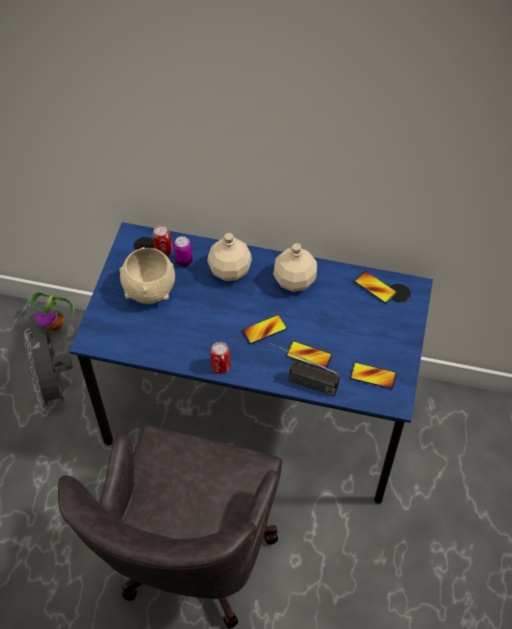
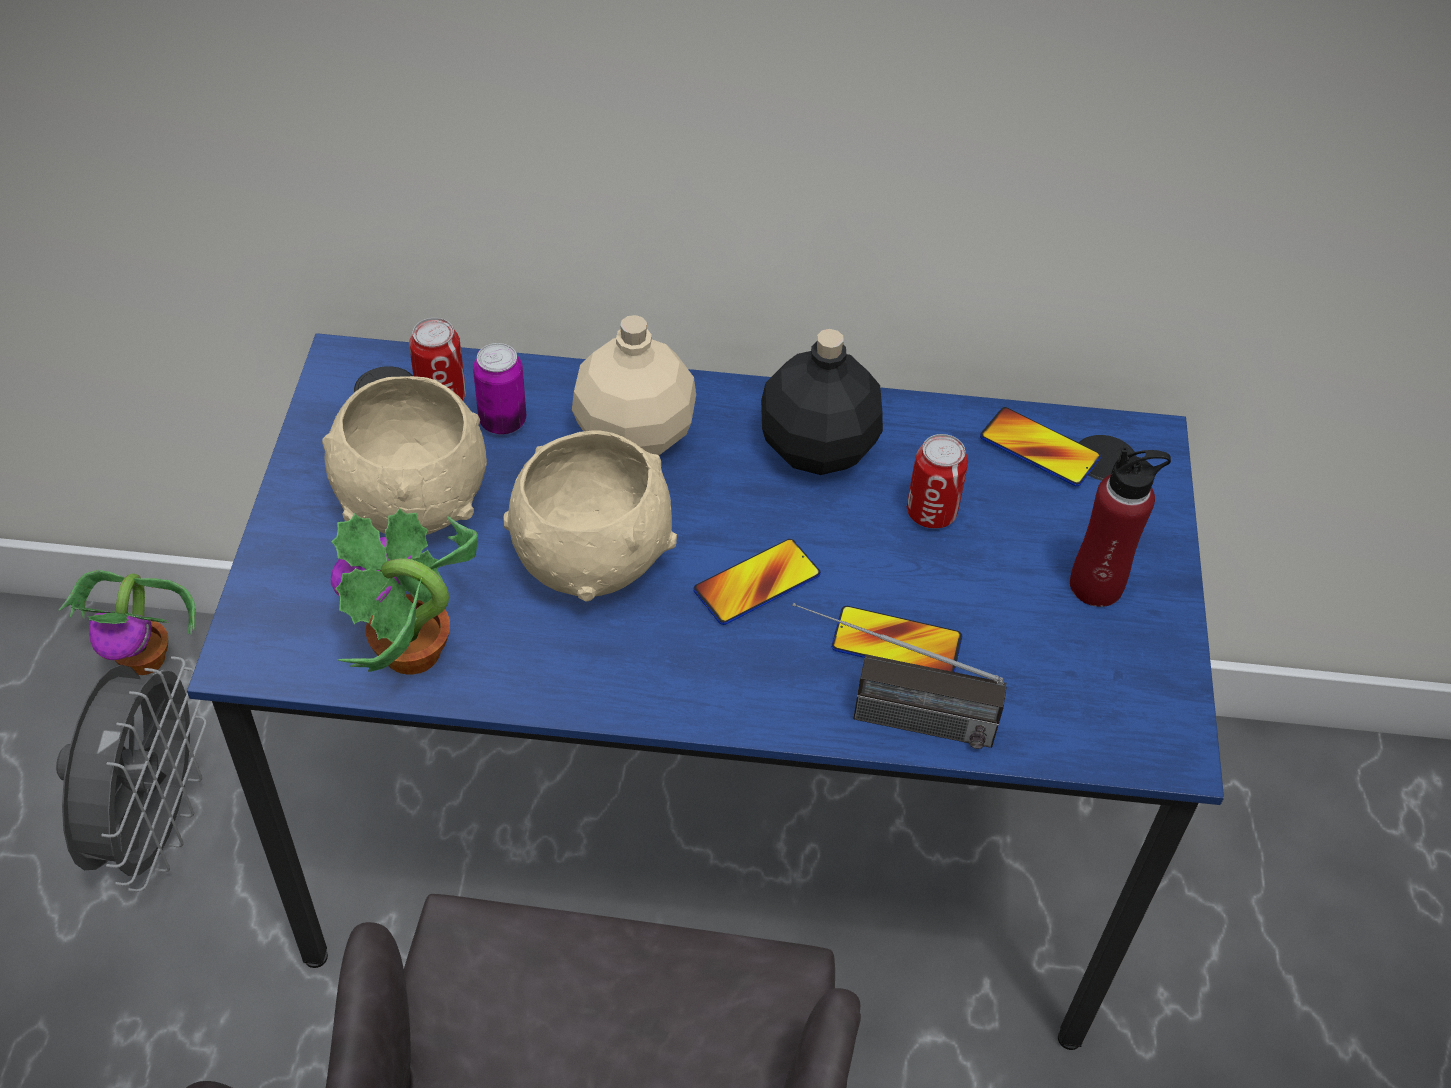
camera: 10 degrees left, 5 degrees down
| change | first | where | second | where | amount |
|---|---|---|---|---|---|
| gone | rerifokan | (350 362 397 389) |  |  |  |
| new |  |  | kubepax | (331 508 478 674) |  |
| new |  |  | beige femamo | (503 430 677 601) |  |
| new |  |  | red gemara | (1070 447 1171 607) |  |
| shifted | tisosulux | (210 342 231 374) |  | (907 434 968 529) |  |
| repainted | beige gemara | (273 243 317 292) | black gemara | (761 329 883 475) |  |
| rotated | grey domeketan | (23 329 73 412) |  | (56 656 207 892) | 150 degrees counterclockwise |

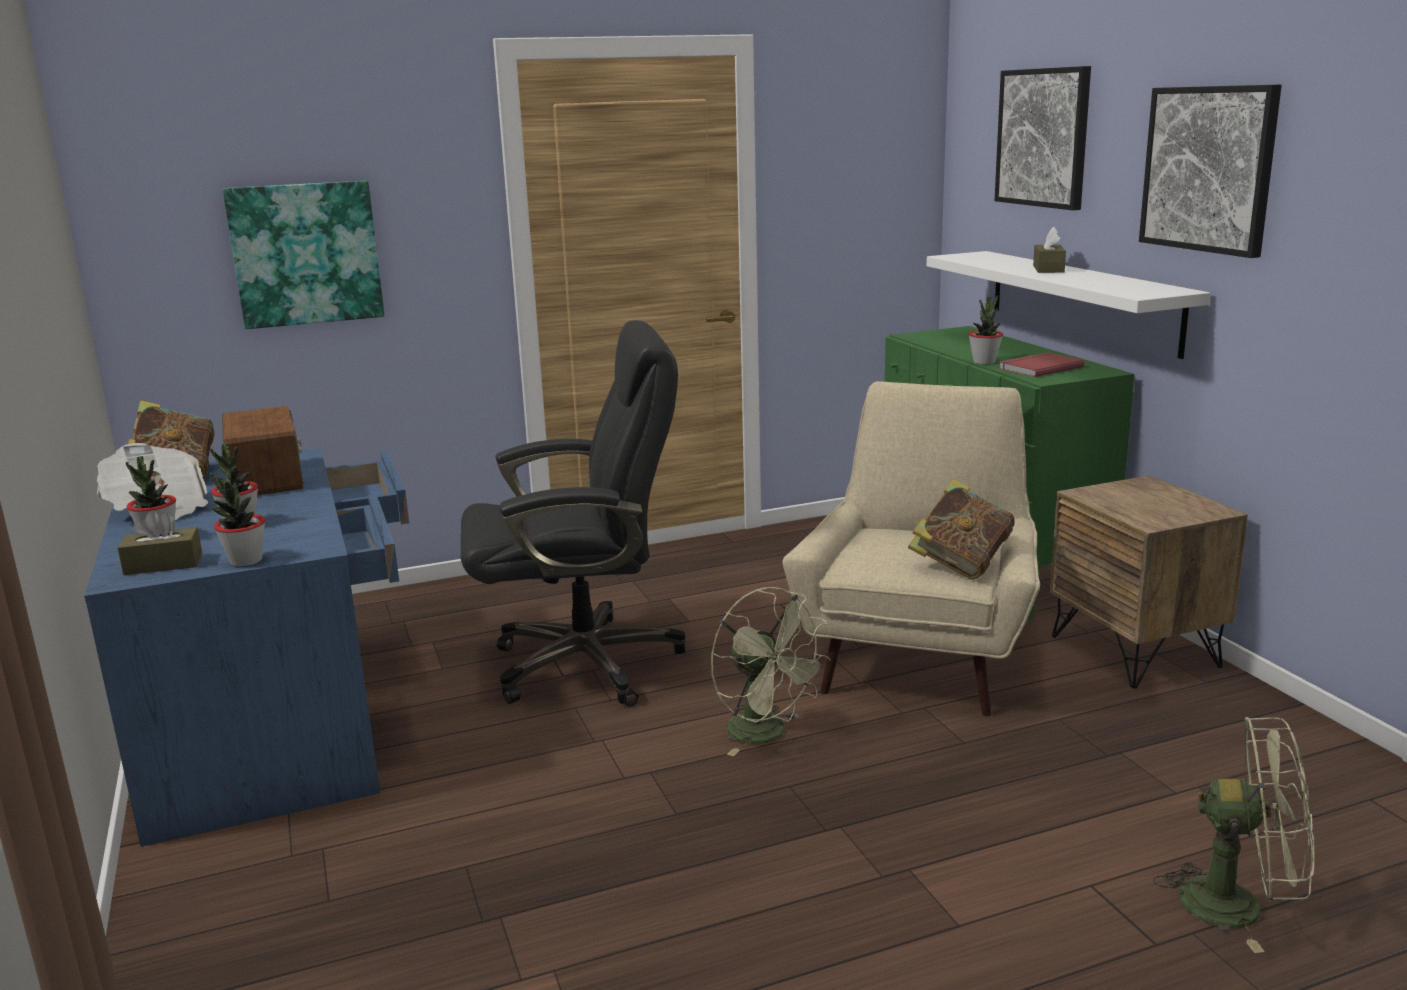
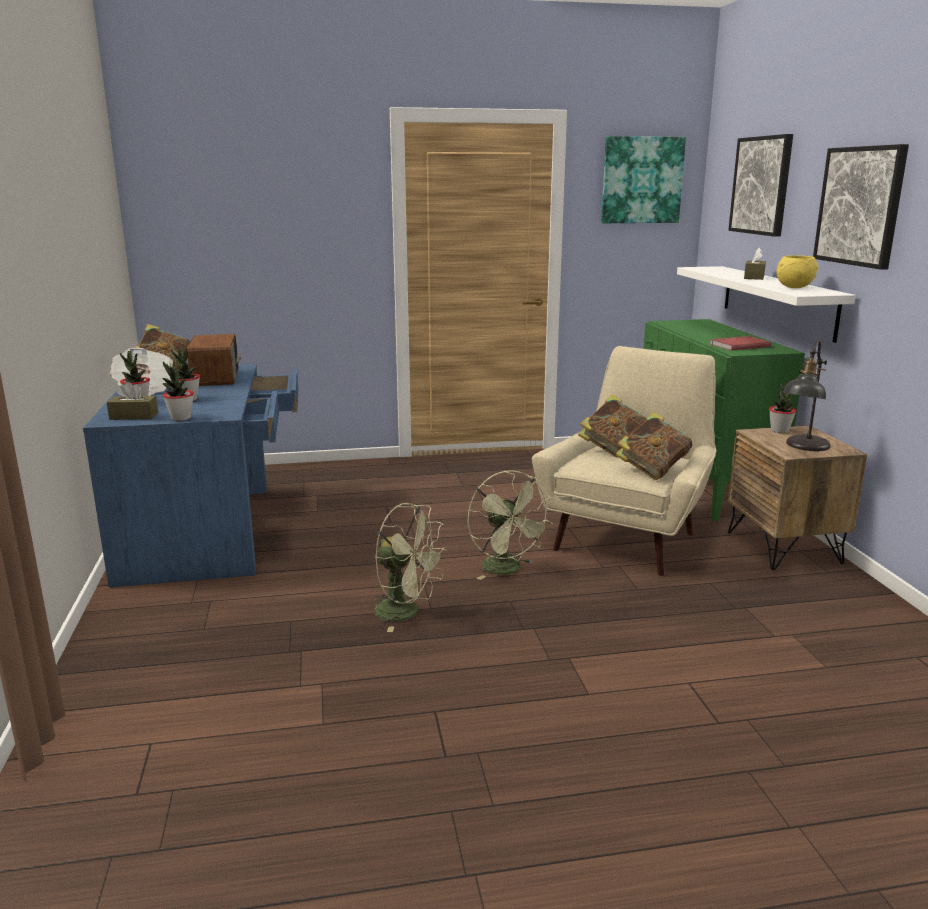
camera: 10 degrees right, 0 degrees up
| change | first | where | second | where | amount |
|---|---|---|---|---|---|
| gone | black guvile | (461 320 685 707) |  |  |  |
| new |  |  | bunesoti | (578 394 646 457) |  |
| new |  |  | yellow femamo | (776 255 819 288) |  |
| new |  |  | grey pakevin | (782 340 830 451) |  |
| shifted | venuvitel | (223 181 385 329) |  | (601 136 686 223) |  |
| shifted | kubepax | (969 295 1003 364) |  | (769 382 797 433) |  |
| shifted | green domeketan | (1153 717 1314 953) |  | (373 503 447 632) |  |

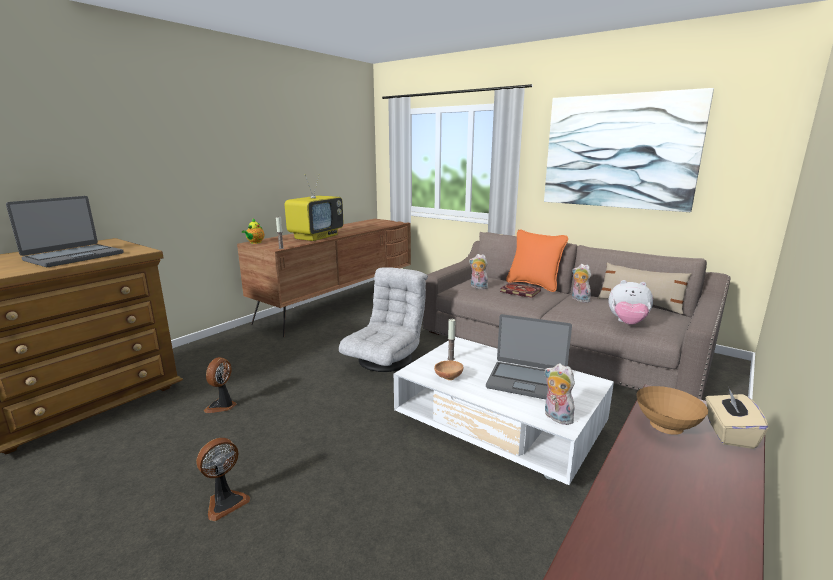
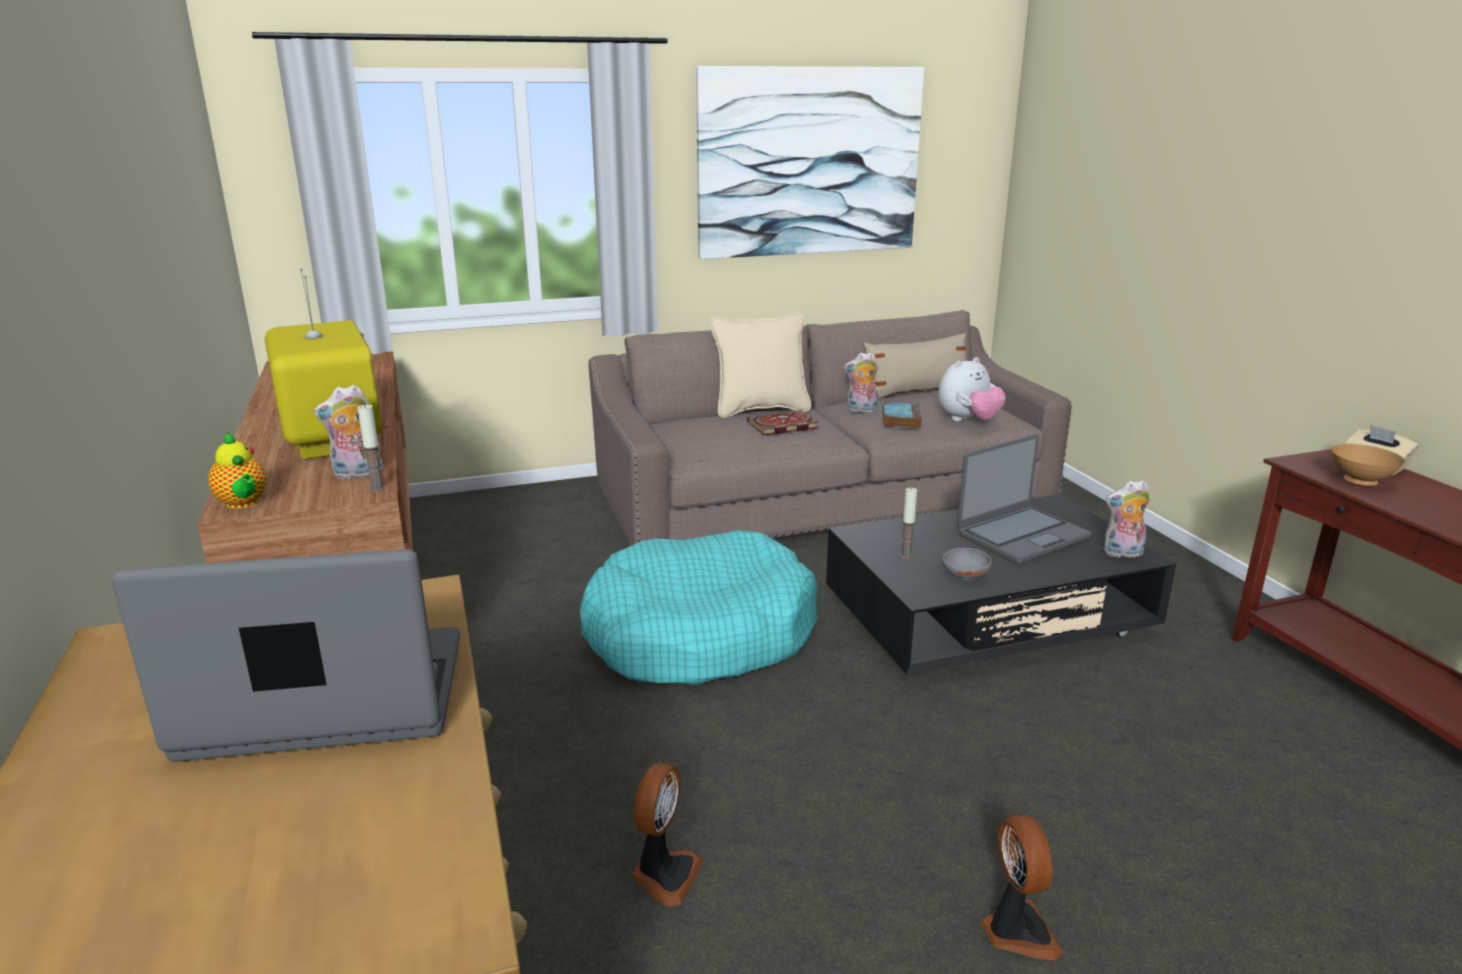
camera: 55 degrees left, 5 degrees up
| change | first | where | second | where | amount |
|---|---|---|---|---|---|
| new |  |  | bunesoti | (882 402 922 428) |  |
| shifted | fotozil | (469 254 488 289) |  | (313 384 383 479) |  |
| swapped | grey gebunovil | (339 267 428 372) | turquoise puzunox | (580 530 817 685) |  |
| repainted | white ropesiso | (394 337 614 485) | black ropesiso | (826 494 1176 674) |  |
| repainted | brown femamo | (434 360 463 380) | grey femamo | (943 548 991 580) |  |
| repainted | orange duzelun | (506 229 568 292) | beige duzelun | (710 313 811 418) |  |
| rotated | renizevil | (6 196 124 267) |  | (111 549 460 762) | 75 degrees counterclockwise |
| rotated | domeketan | (204 357 237 413) |  | (631 762 703 906) | 120 degrees counterclockwise |

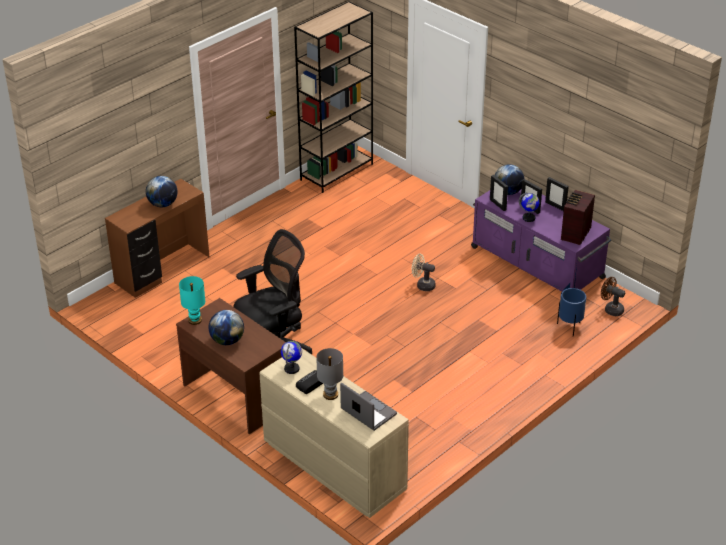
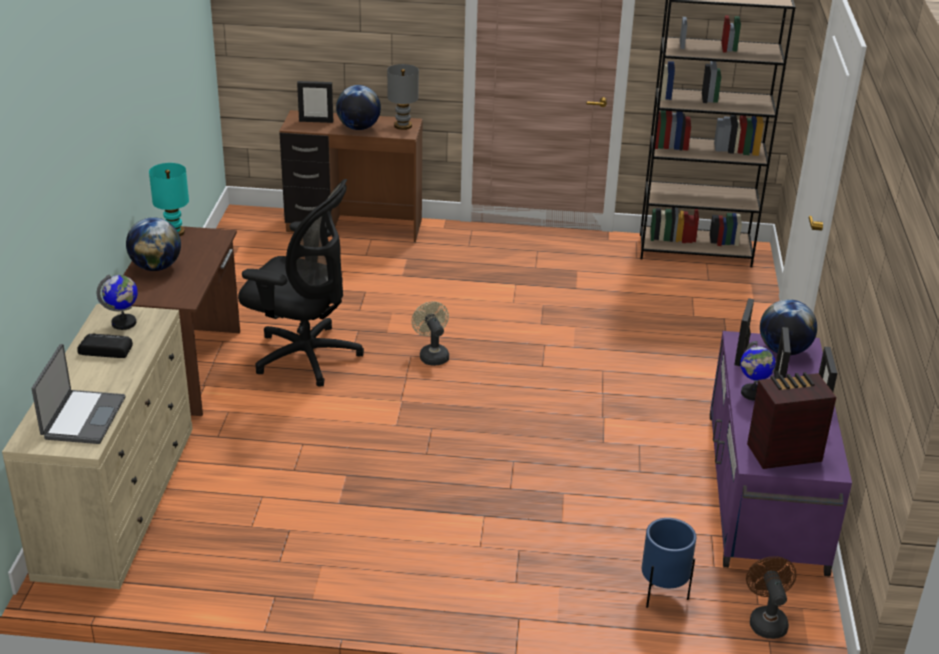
camera: 50 degrees right, 5 degrees down
| change | first | where | second | where | amount |
|---|---|---|---|---|---|
| new |  |  | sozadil | (297 81 333 123) |  |
| shifted | grey pakevin | (316 348 343 400) |  | (387 64 419 130) |  |
| shifted | beige domeketan | (411 254 436 291) |  | (411 301 449 366) |  |

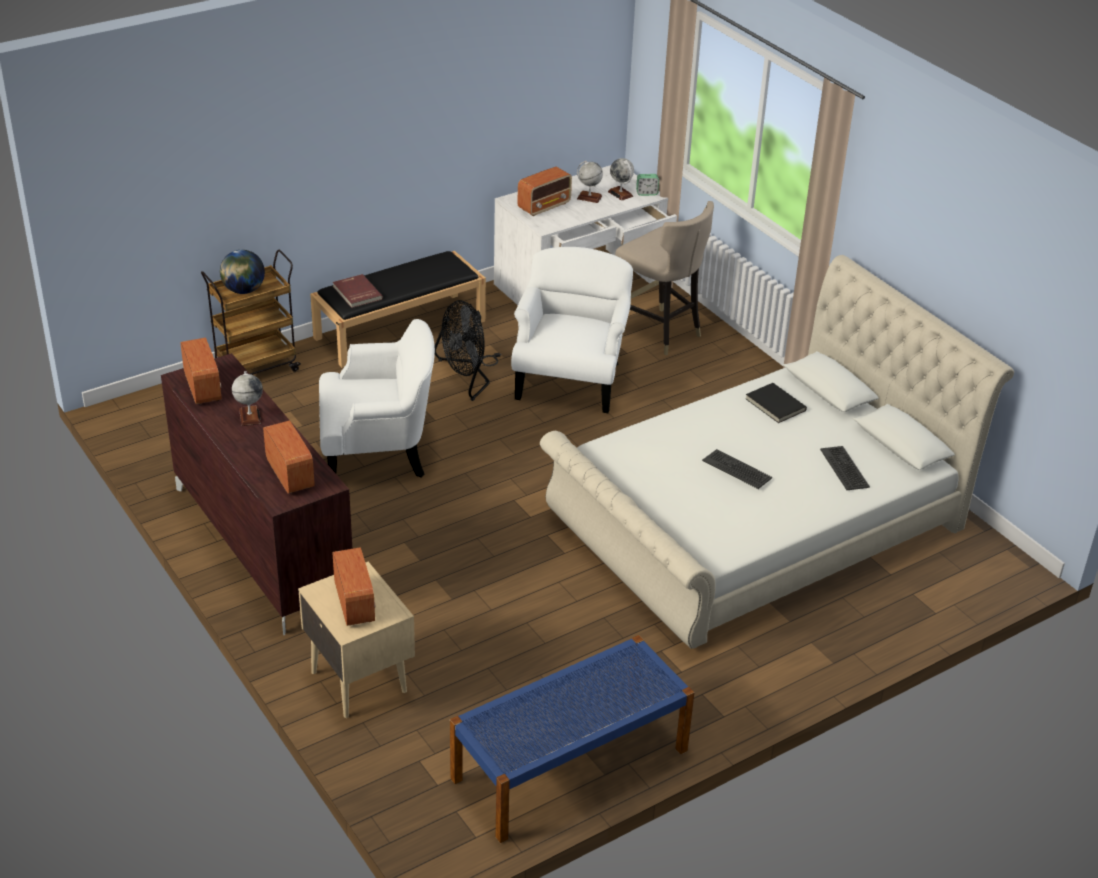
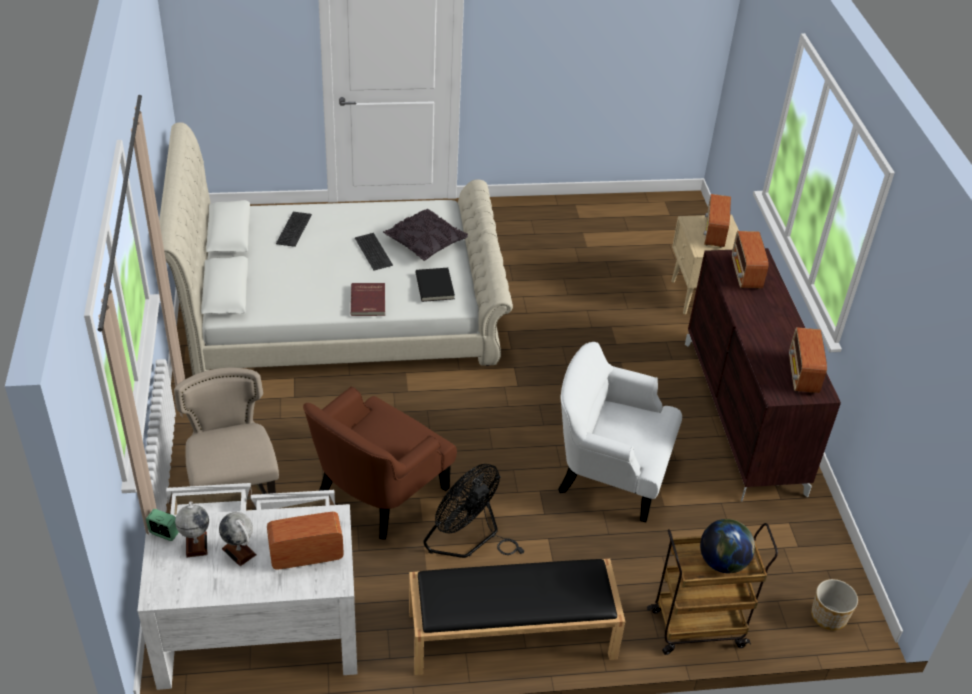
camera: 155 degrees left, 5 degrees up
| change | first | where | second | where | amount |
|---|---|---|---|---|---|
| gone | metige | (232 371 263 426) |  |  |  |
| gone | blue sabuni | (450 635 694 843) |  |  |  |
| new |  |  | black duzelun | (383 209 468 261) |  |
| new |  |  | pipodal | (811 579 858 630) |  |
| shifted | red bunesoti | (333 274 383 308) |  | (351 283 385 316) |  |
| shifted | black bunesoti | (746 383 807 423) |  | (415 268 455 302) |  |
| repainted | white gebunovil | (511 247 633 413) | brown gebunovil | (303 387 457 540) |  |
| rotated | black domeketan | (435 300 500 401) |  | (423 464 524 558) | 135 degrees counterclockwise |

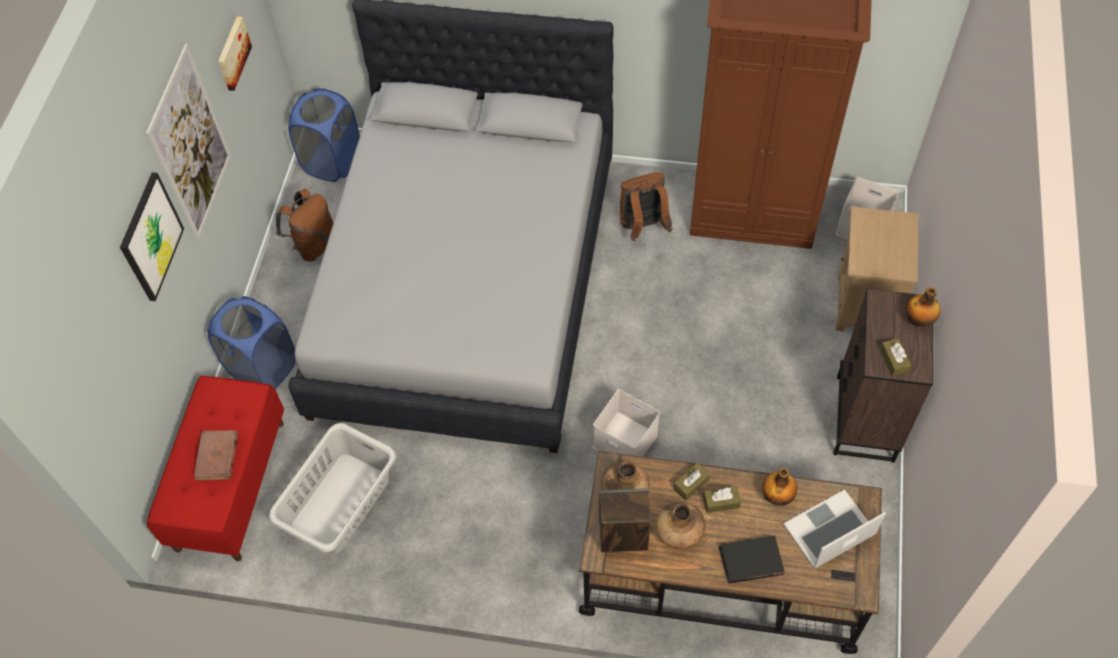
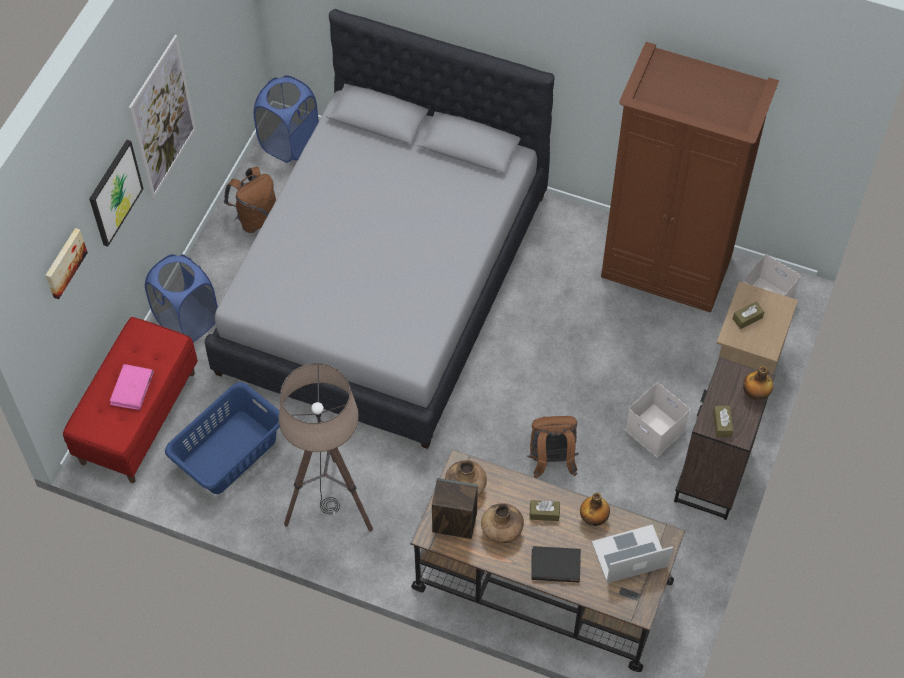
camera: 10 degrees right, 0 degrees up
| change | first | where | second | where | amount |
|---|---|---|---|---|---|
| new |  |  | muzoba | (279 363 373 532) |  |
| shifted | venuvitel | (218 16 252 91) |  | (46 228 88 299) |  |
| shifted | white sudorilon | (593 389 660 457) |  | (625 383 690 457) |  |
| shifted | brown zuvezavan | (620 172 673 241) |  | (527 416 579 478) |  |
| shifted | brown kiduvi | (673 463 710 501) |  | (733 302 764 329) |  |
| repainted | brown bunesoti | (194 430 238 480) | pink bunesoti | (110 364 154 410) |  |
| repainted | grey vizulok | (269 423 396 554) | blue vizulok | (165 382 280 494) |  |

